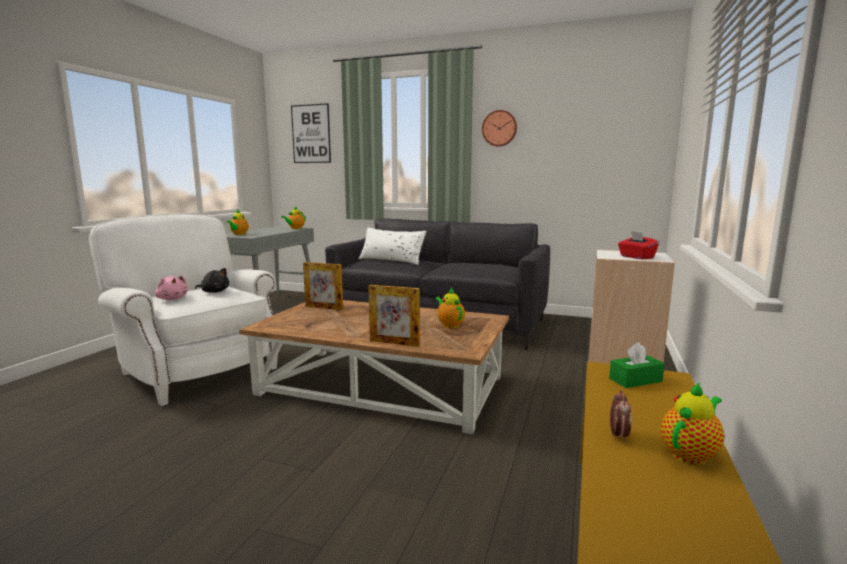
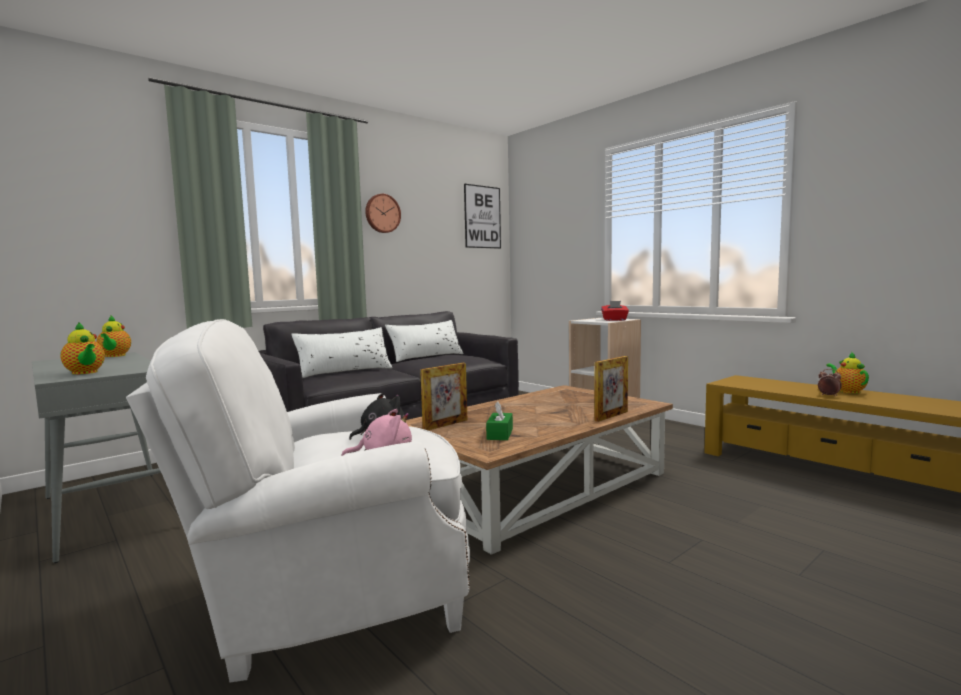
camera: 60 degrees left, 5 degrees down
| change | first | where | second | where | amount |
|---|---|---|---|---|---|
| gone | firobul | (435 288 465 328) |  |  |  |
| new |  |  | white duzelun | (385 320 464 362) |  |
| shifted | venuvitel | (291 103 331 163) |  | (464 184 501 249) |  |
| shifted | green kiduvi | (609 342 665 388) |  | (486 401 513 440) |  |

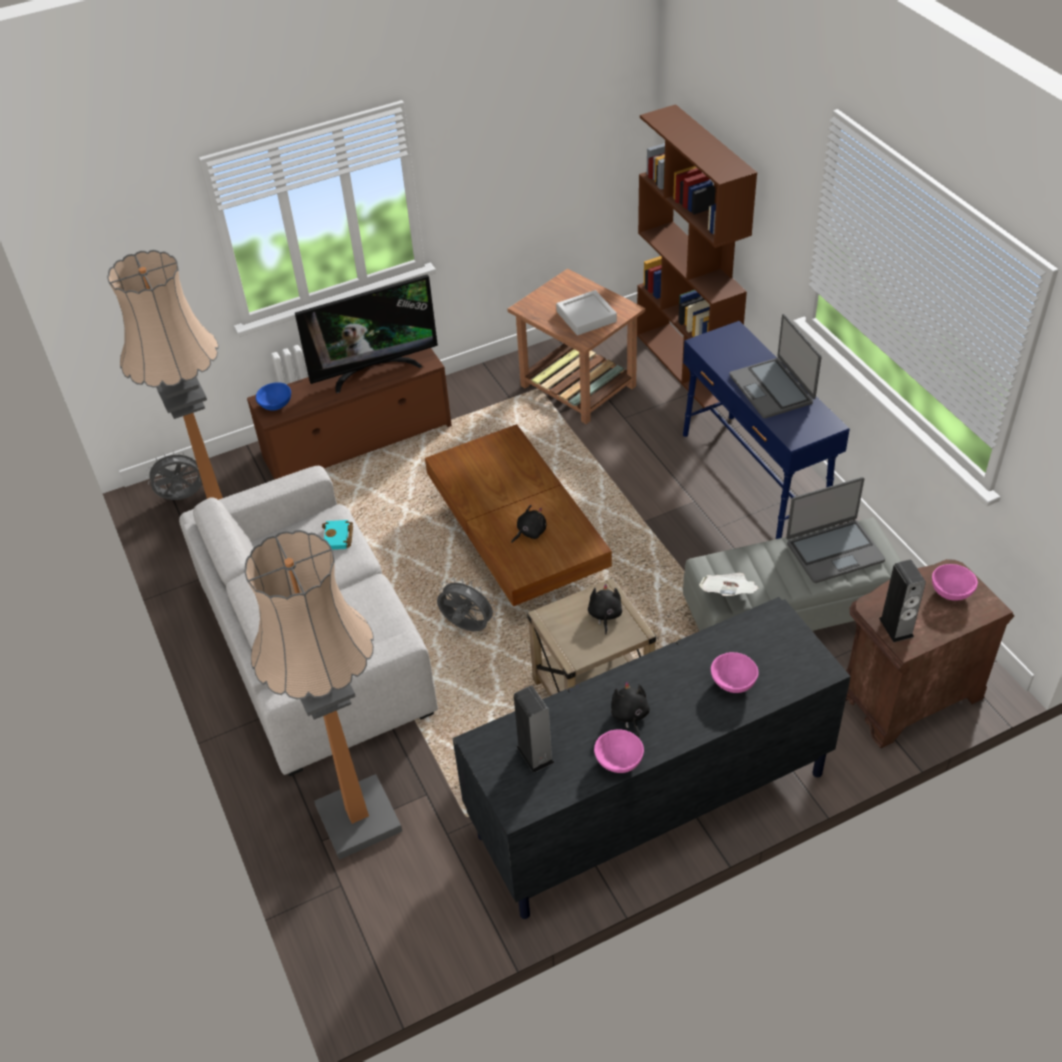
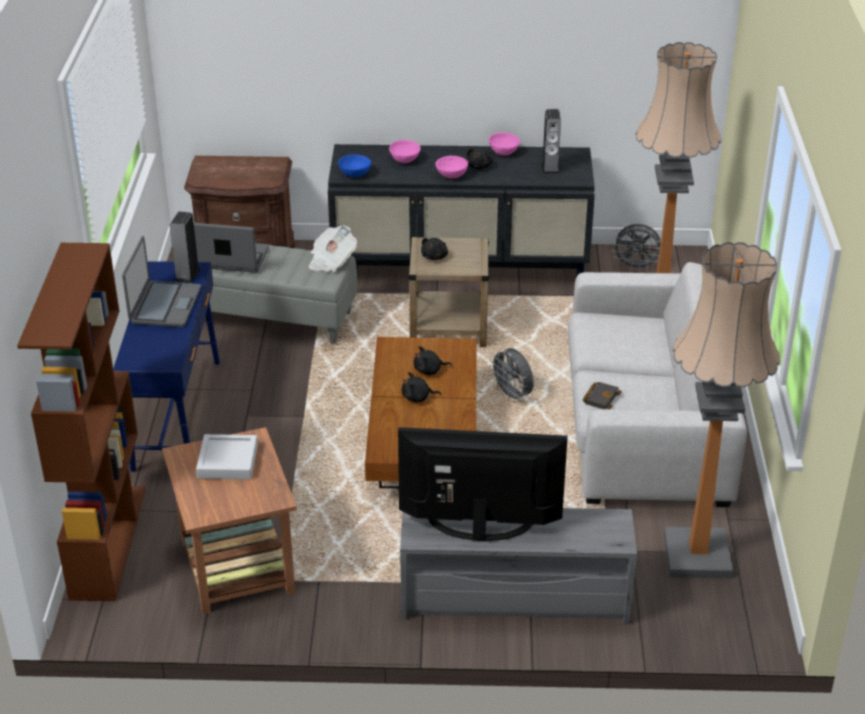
camera: 155 degrees left, 10 degrees down
| change | first | where | second | where | amount |
|---|---|---|---|---|---|
| new |  |  | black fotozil | (402 372 442 402) |  |
| shifted | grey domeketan | (146 451 202 500) |  | (612 224 661 271) |  |
| shifted | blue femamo | (256 382 291 411) |  | (338 155 371 177) |  |
| shifted | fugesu | (879 560 926 642) |  | (170 211 200 283) |  |
| shifted | pink femamo | (932 564 978 601) |  | (435 156 468 178) |  |
| repainted | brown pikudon | (247 348 452 480) | grey pikudon | (400 508 637 625) |  |
| repainted | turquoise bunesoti | (322 520 353 550) | black bunesoti | (583 382 622 409) |  |

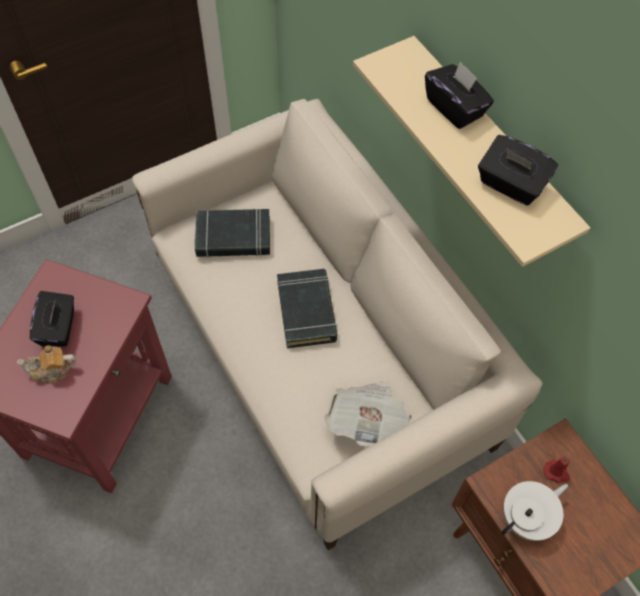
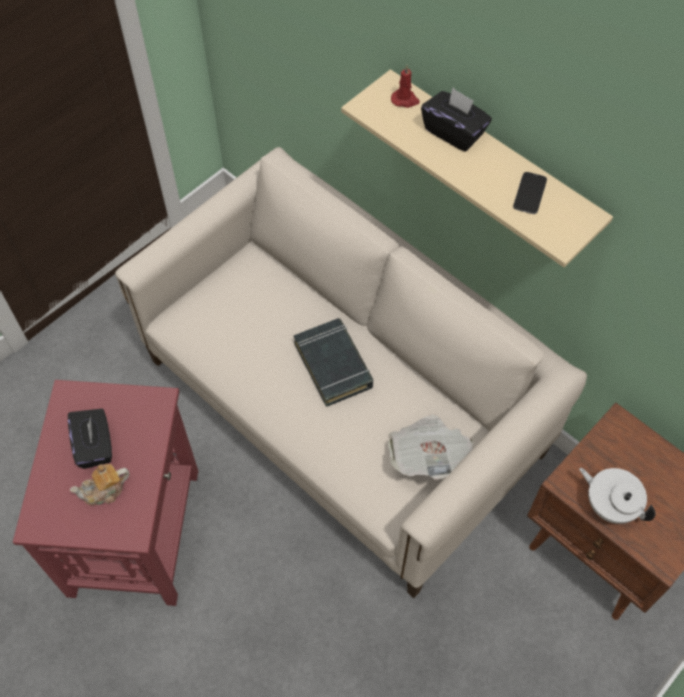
camera: 15 degrees left, 0 degrees up
| change | first | where | second | where | amount |
|---|---|---|---|---|---|
| gone | black bunesoti | (194 209 270 258) |  |  |  |
| shifted | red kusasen | (543 457 570 483) |  | (391 65 420 108) |  |
| swapped | black kiduvi | (478 135 558 205) | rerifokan | (513 172 547 214) |  |
| rotated | white firobul | (501 481 568 541) |  | (579 468 656 524) | 90 degrees counterclockwise |

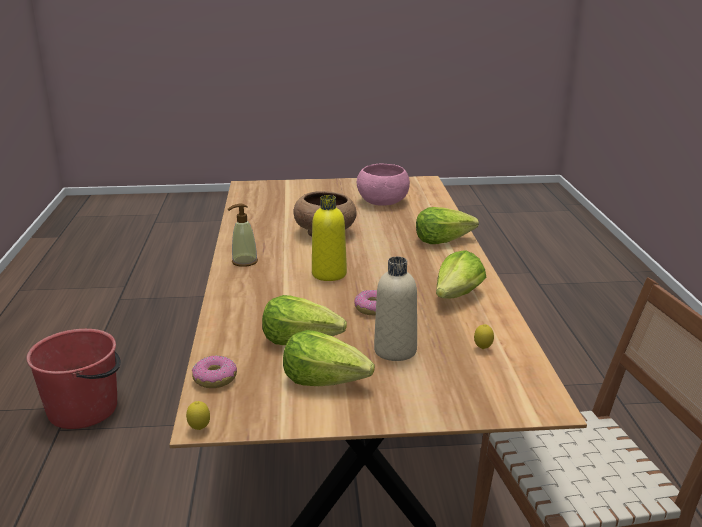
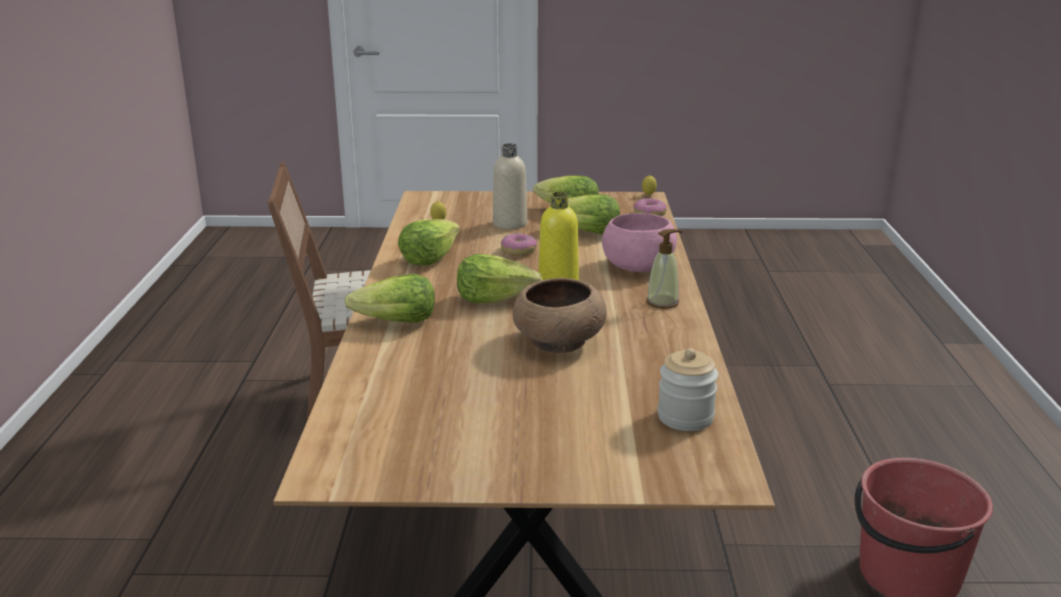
camera: 175 degrees left, 0 degrees up
| change | first | where | second | where | amount |
|---|---|---|---|---|---|
| new |  |  | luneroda | (457 254 542 303) |  |
| new |  |  | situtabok | (658 348 718 431) |  |
| shifted | pink femamo | (357 164 410 206) |  | (602 213 677 272) |  |

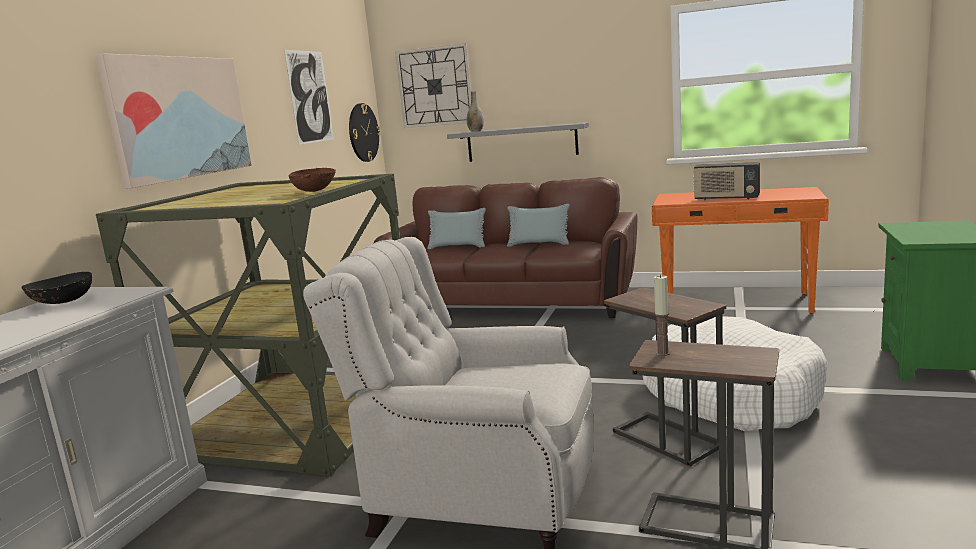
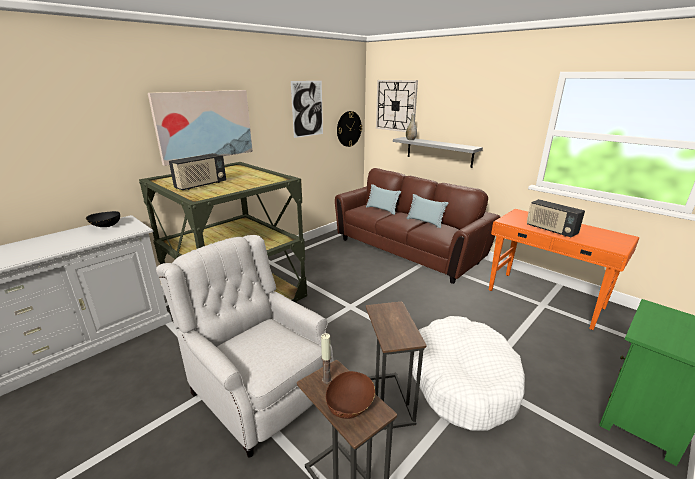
camera: 25 degrees right, 10 degrees up
| change | first | where | second | where | amount |
|---|---|---|---|---|---|
| new |  |  | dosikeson | (169 153 226 190) |  |
| shifted | brown femamo | (288 168 336 192) |  | (326 371 375 419) |  |

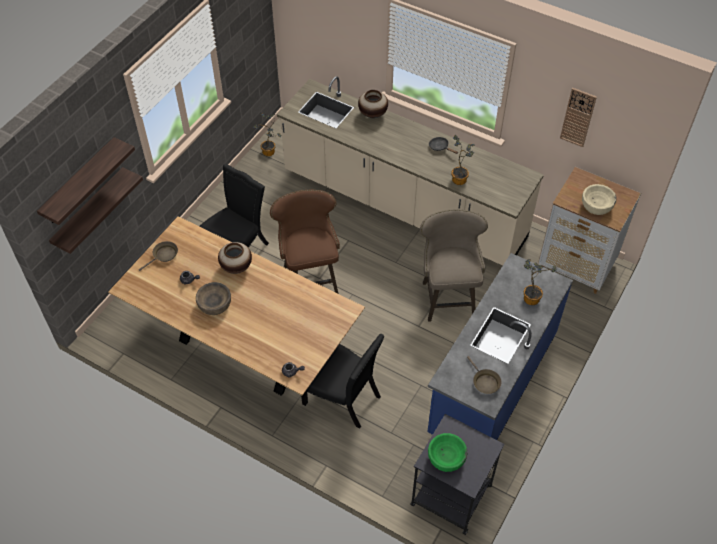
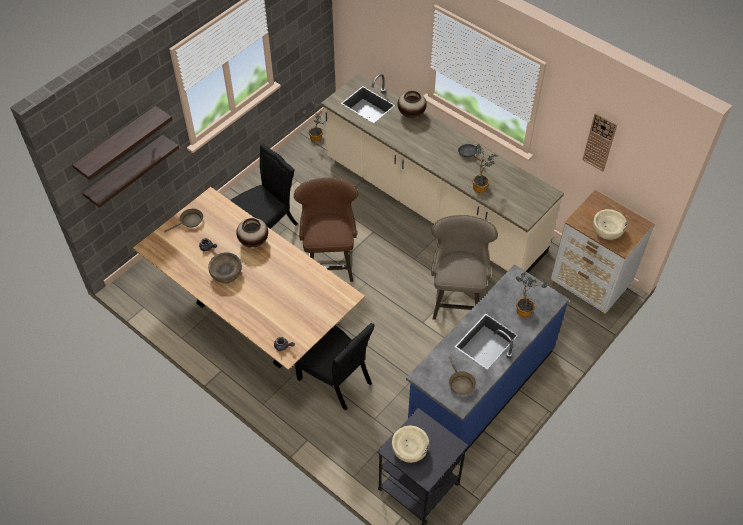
camera: 10 degrees right, 0 degrees up
| change | first | where | second | where | amount |
|---|---|---|---|---|---|
| repainted | green femamo | (428 433 467 472) | beige femamo | (392 425 429 463) |  |

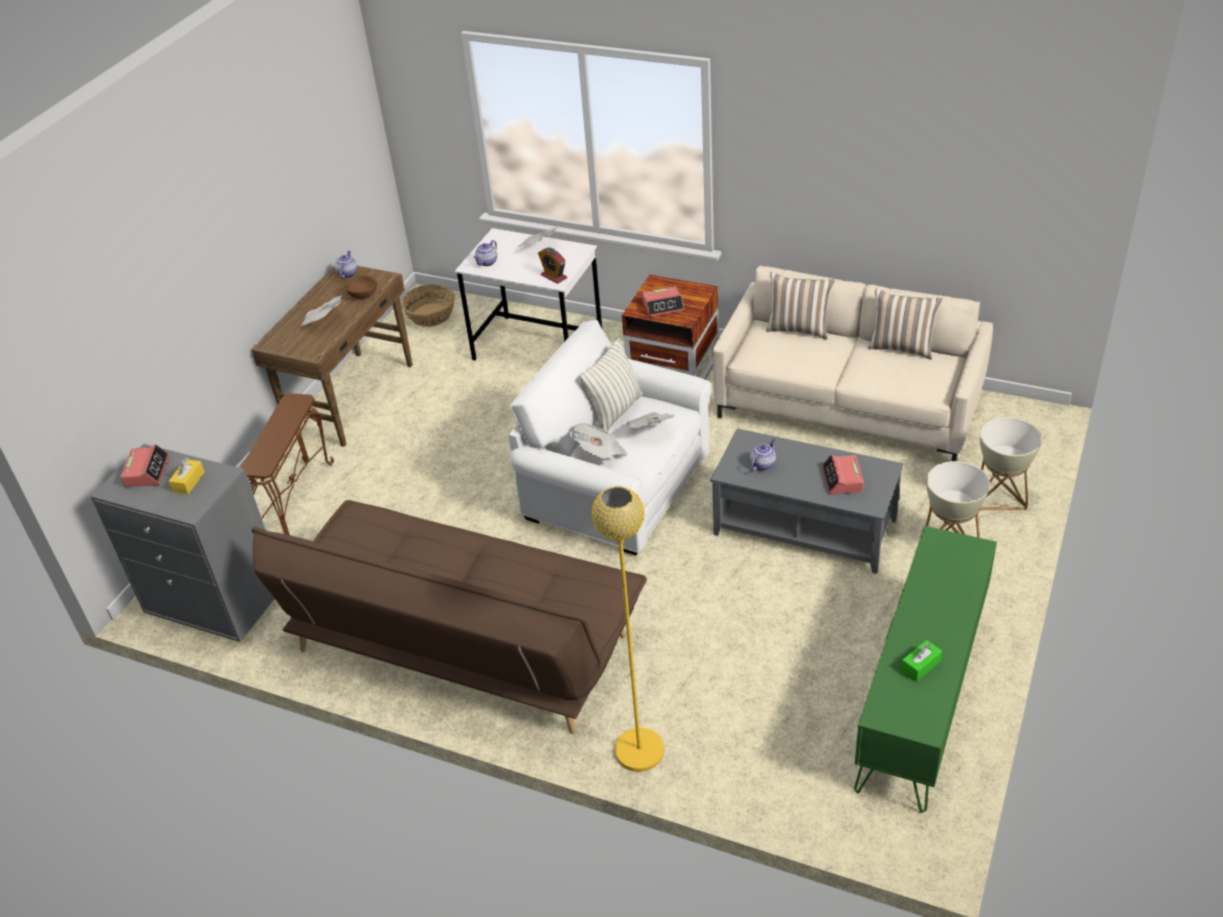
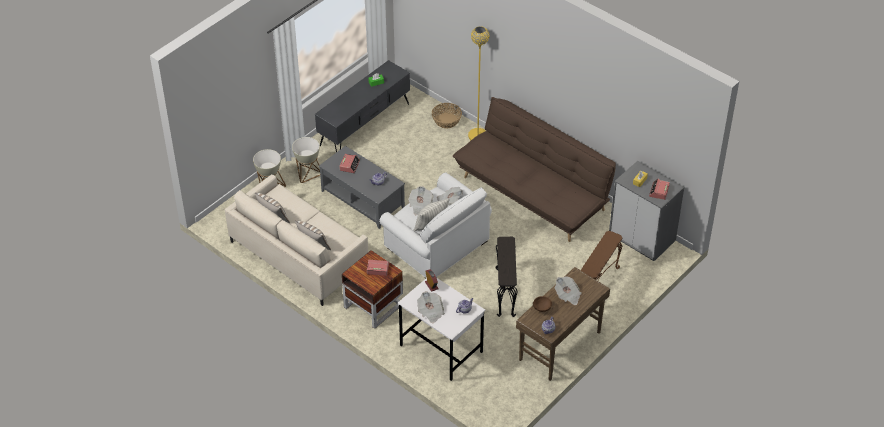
camera: 165 degrees left, 5 degrees up
| change | first | where | second | where | amount |
|---|---|---|---|---|---|
| new |  |  | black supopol | (495 236 518 317) |  |
| shifted | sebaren | (401 284 455 327) |  | (432 103 462 128) |  |
| repainted | green pikudon | (854 526 997 813) | grey pikudon | (315 60 410 152) |  |

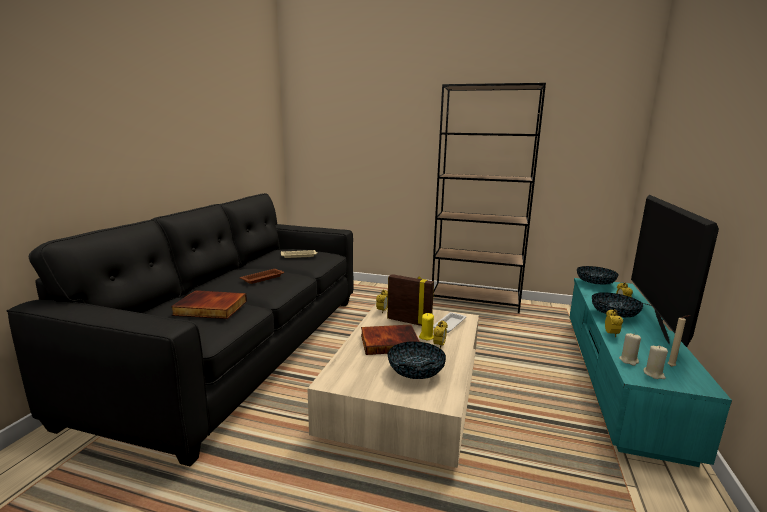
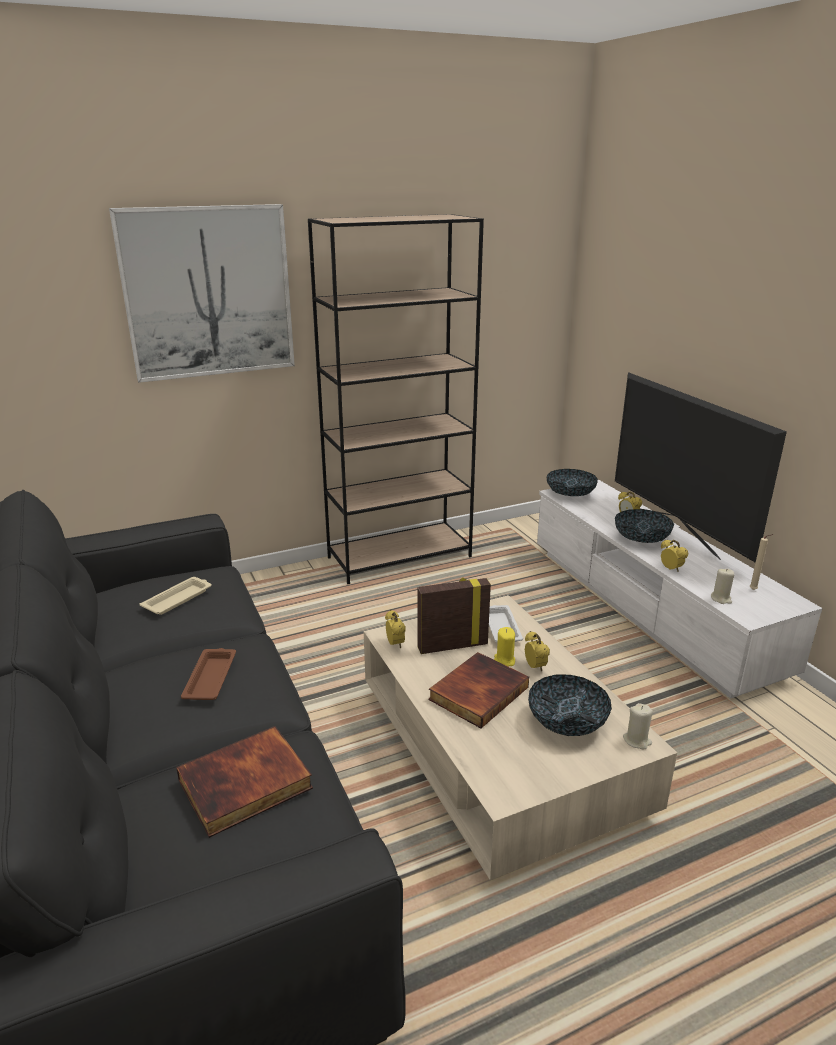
camera: 40 degrees left, 10 degrees up
| change | first | where | second | where | amount |
|---|---|---|---|---|---|
| new |  |  | venuvitel | (109 204 295 383) |  |
| shifted | beige kusasen | (643 346 668 379) |  | (623 703 653 750) |  |
| repainted | turquoise pikudon | (569 278 732 467) | white pikudon | (537 480 823 699) |  |

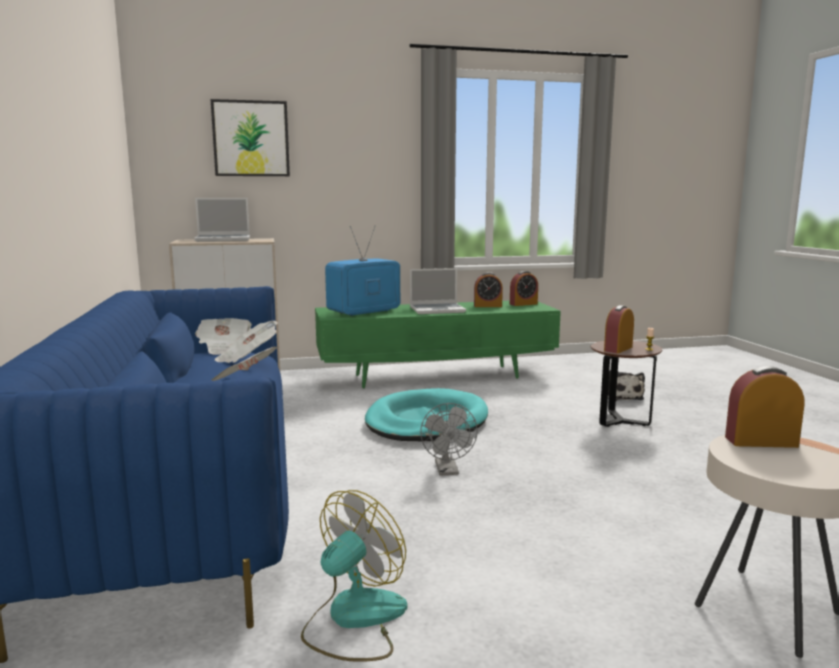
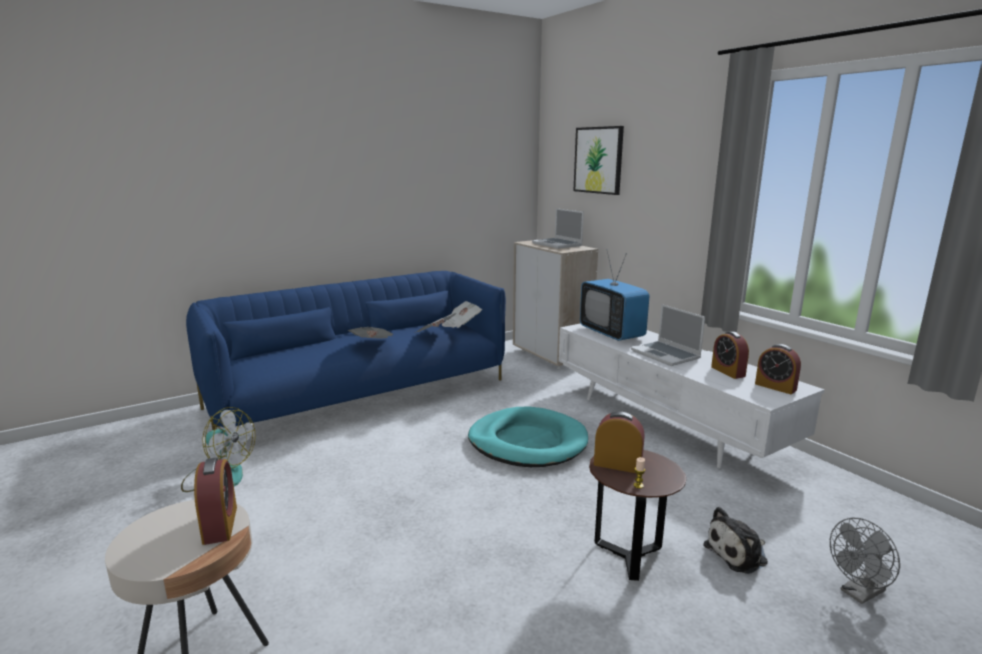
camera: 70 degrees right, 5 degrees up
| change | first | where | second | where | amount |
|---|---|---|---|---|---|
| shifted | grey domeketan | (420 403 478 476) |  | (830 518 900 604) |  |
| repainted | green pikudon | (315 301 561 388) | white pikudon | (559 323 825 469) |  |
| rotated | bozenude | (325 225 400 316) |  | (580 249 649 341) | 150 degrees counterclockwise |

